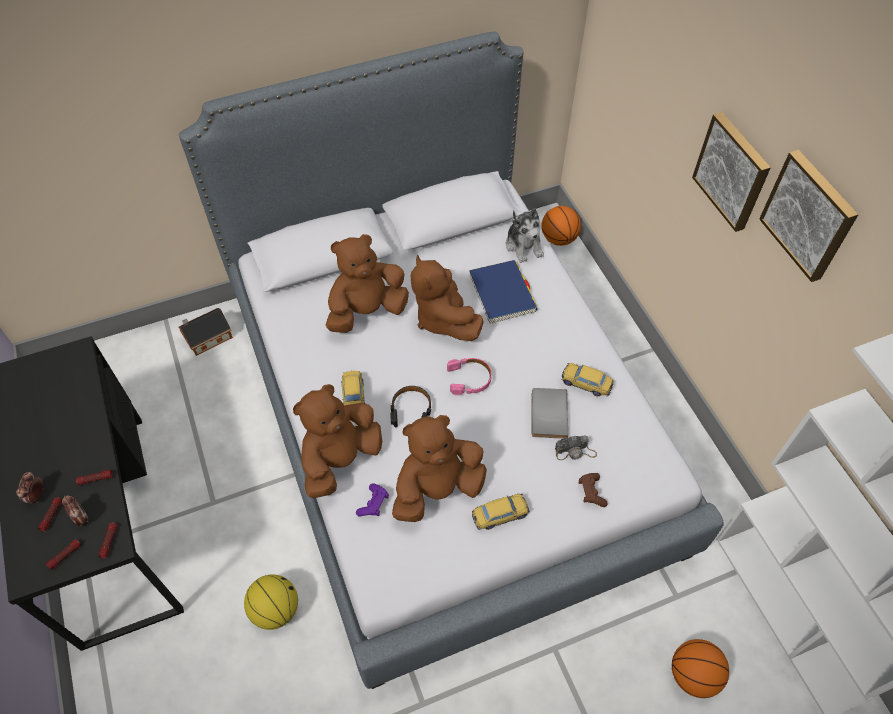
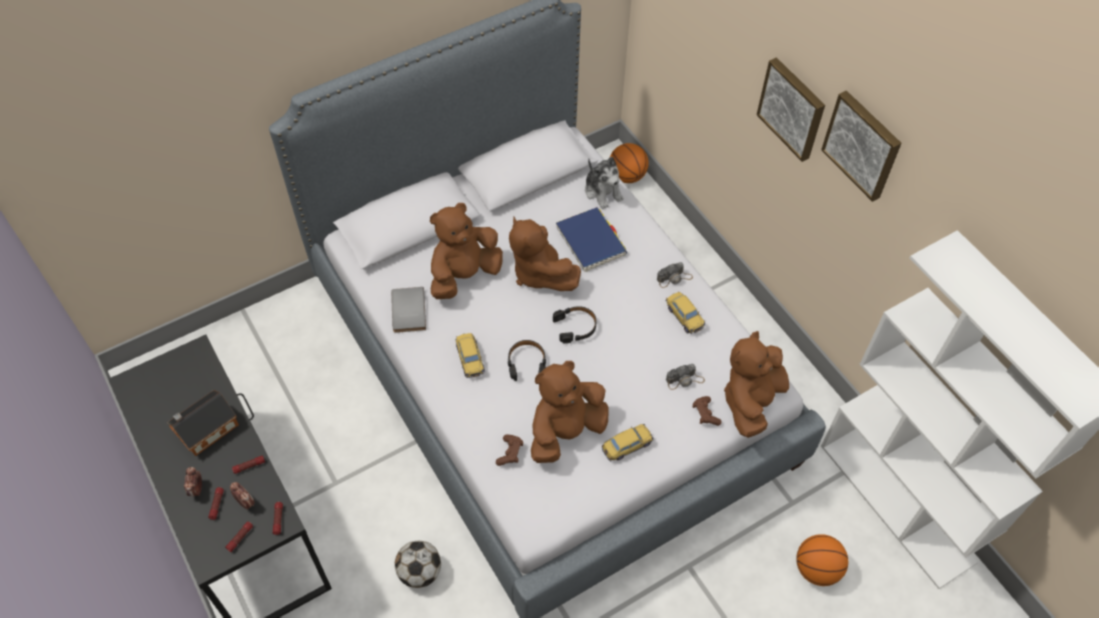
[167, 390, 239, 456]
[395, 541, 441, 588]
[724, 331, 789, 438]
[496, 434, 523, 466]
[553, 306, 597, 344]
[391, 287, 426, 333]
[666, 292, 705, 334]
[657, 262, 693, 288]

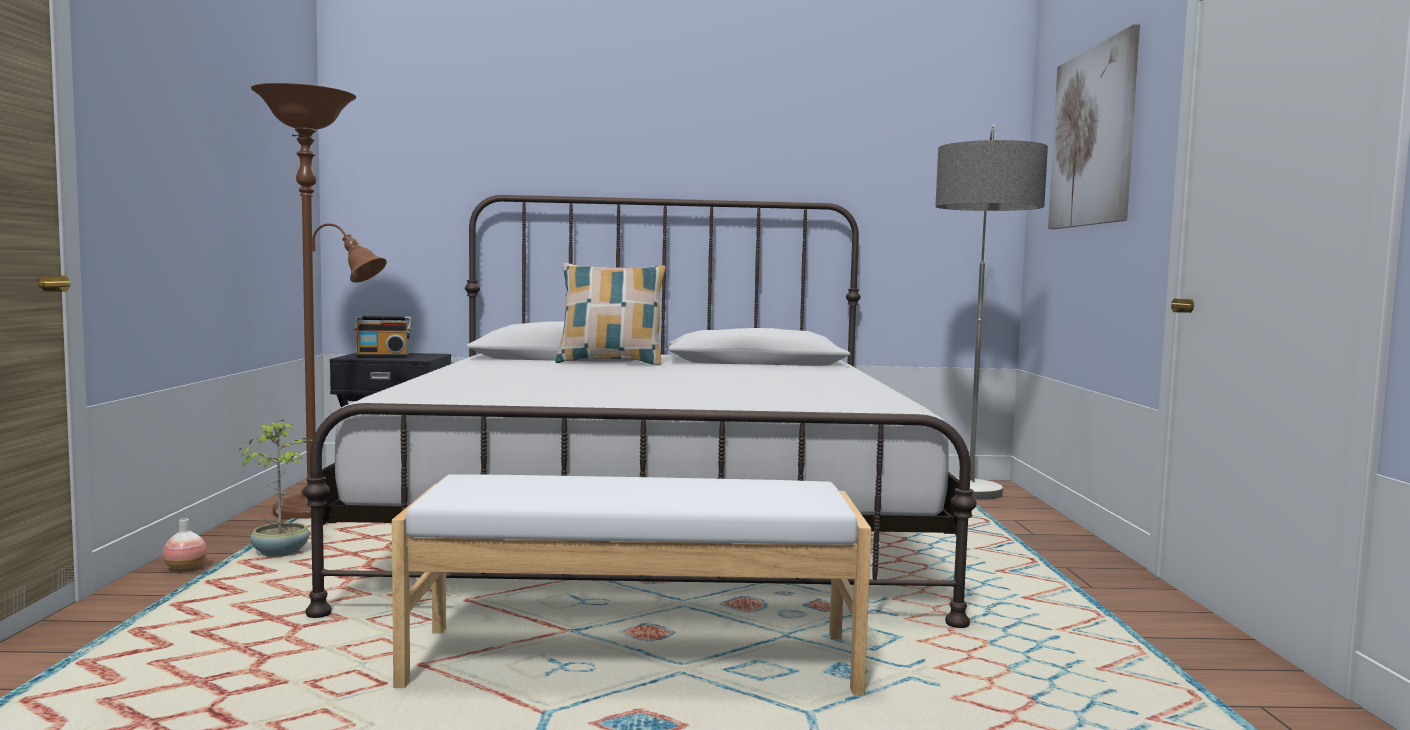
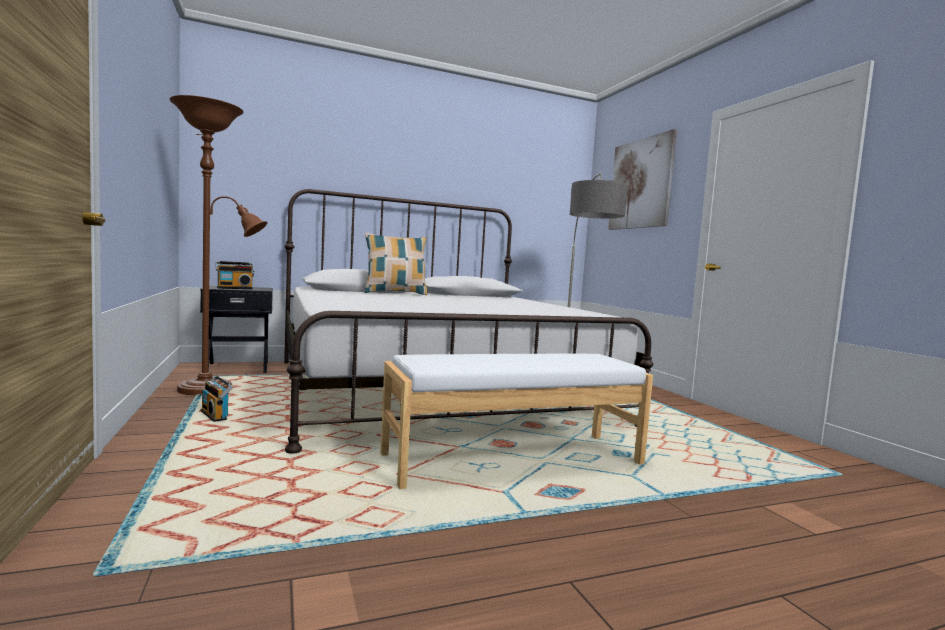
[163, 518, 207, 571] (first image)
[201, 375, 233, 422]

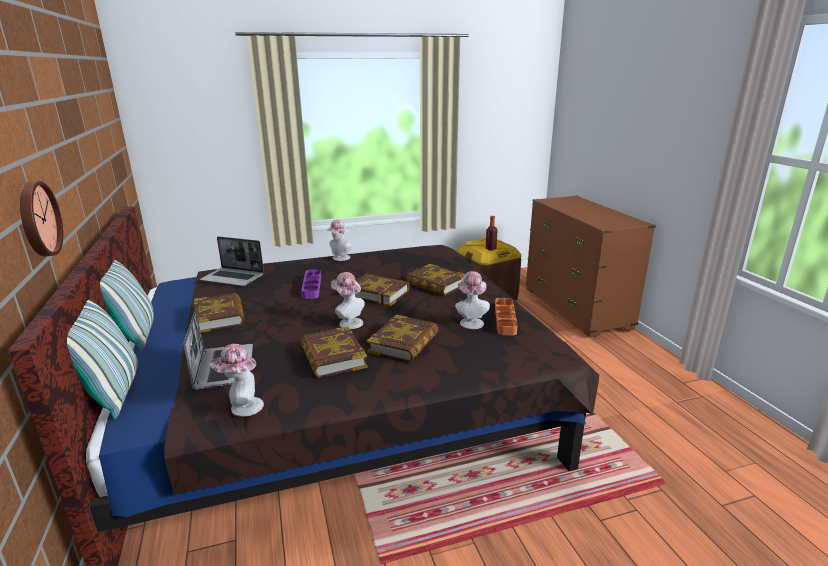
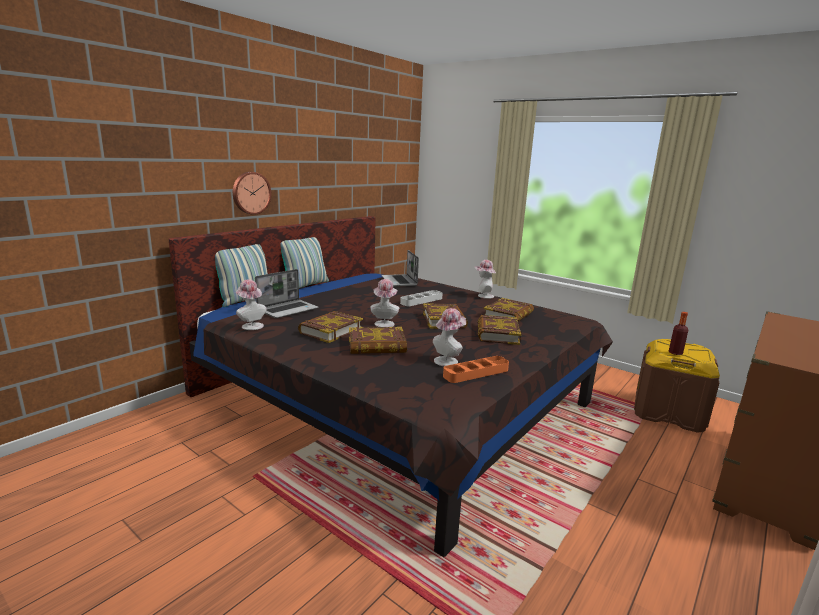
[483, 298, 534, 321]
[400, 290, 443, 306]

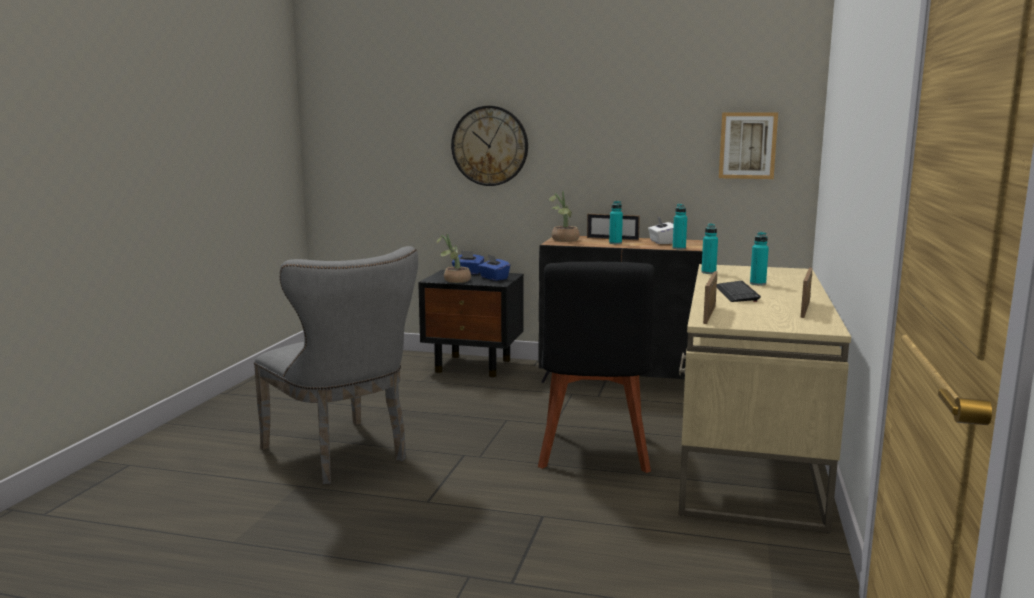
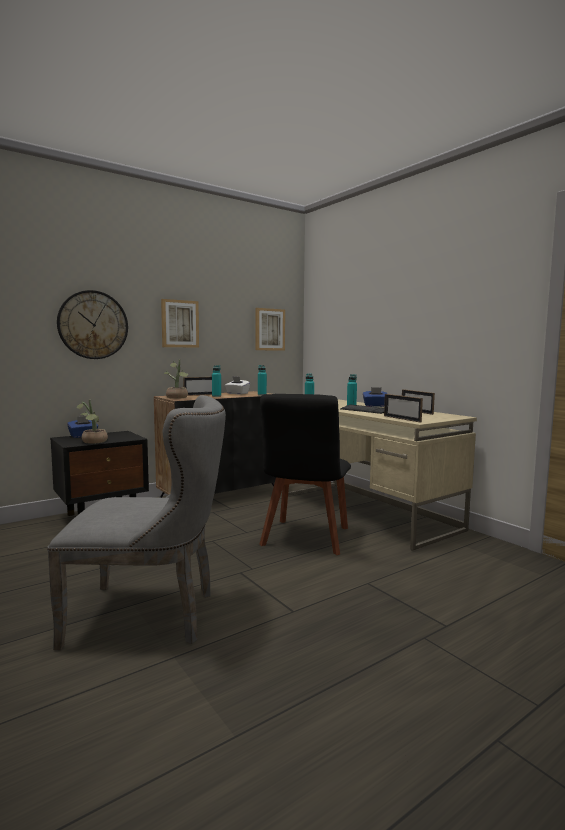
[363, 387, 387, 407]
[259, 394, 351, 555]
[161, 299, 199, 348]

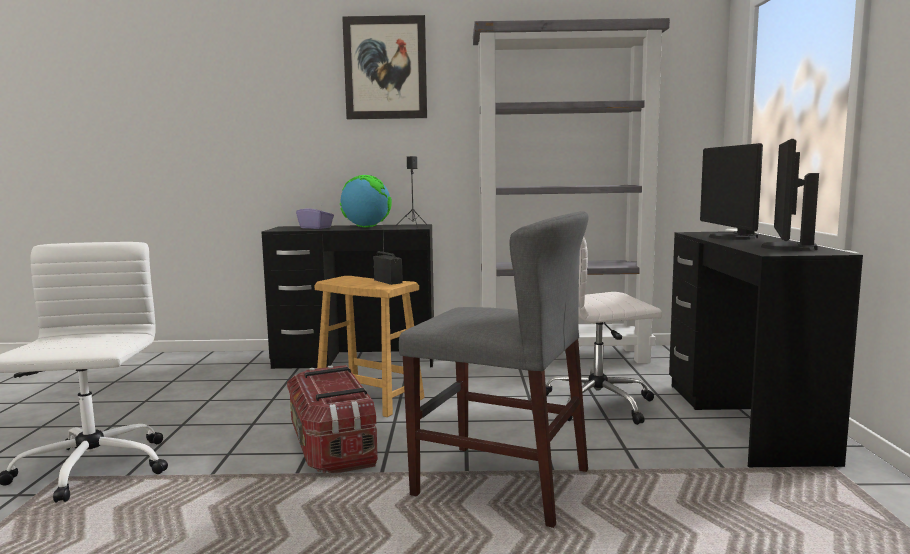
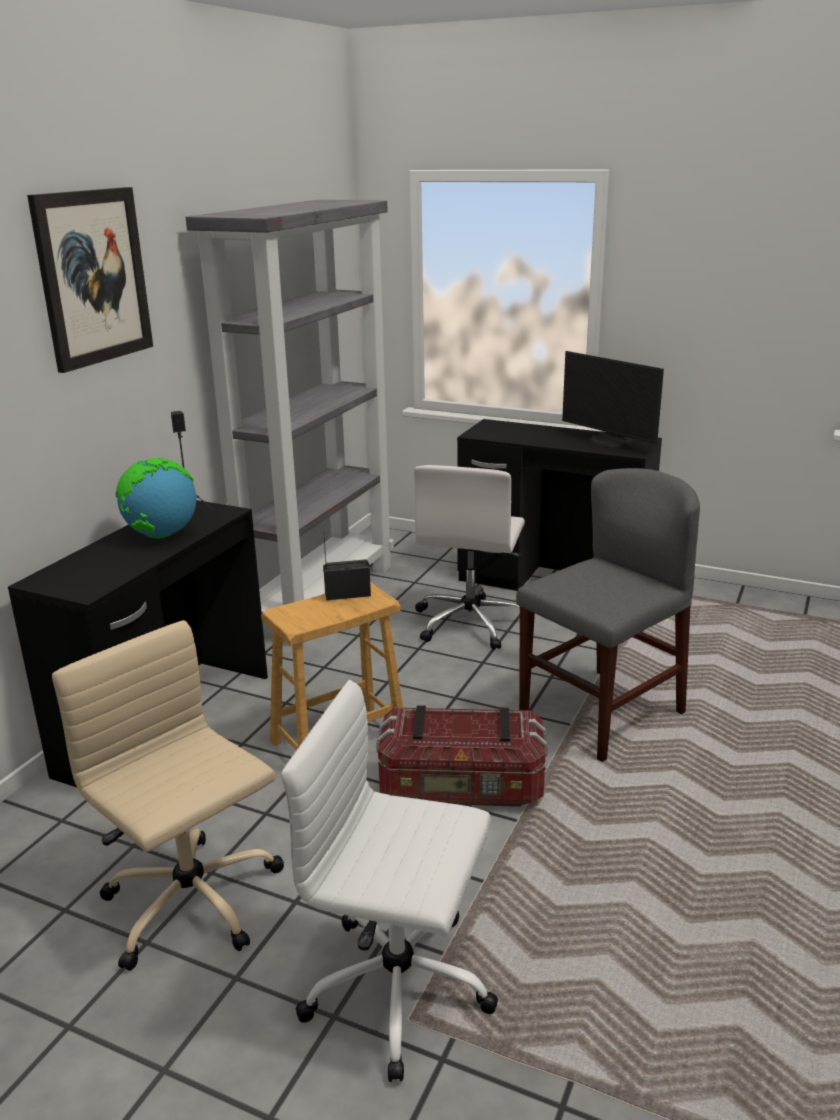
[296, 202, 334, 229] (first image)
[700, 143, 763, 240] (first image)
[52, 620, 284, 971]

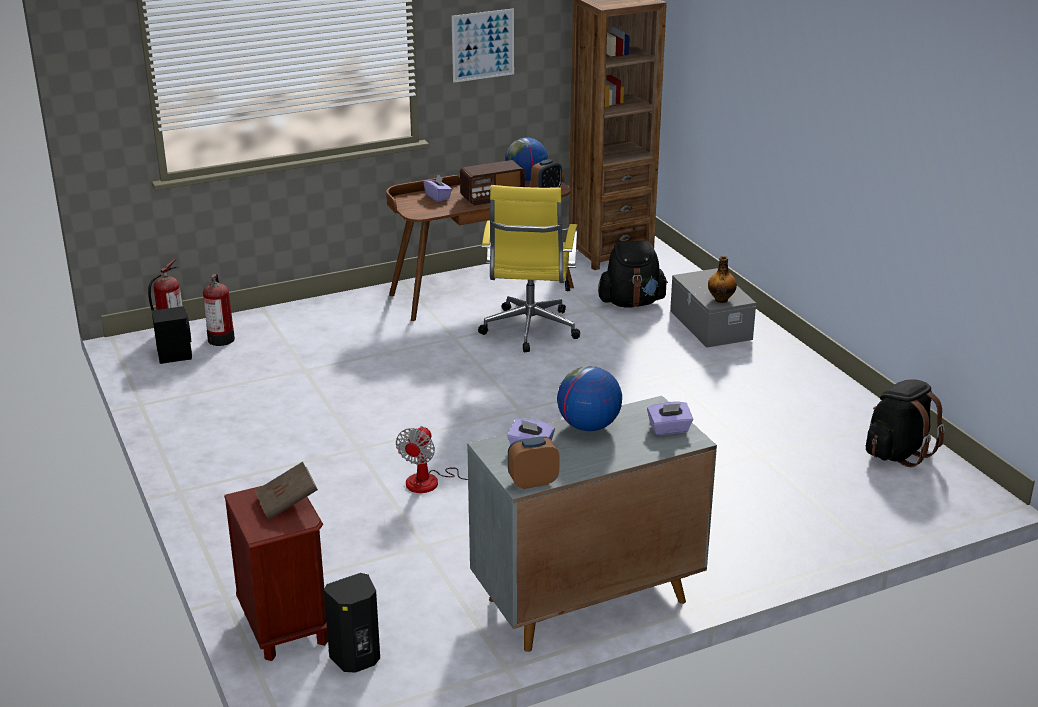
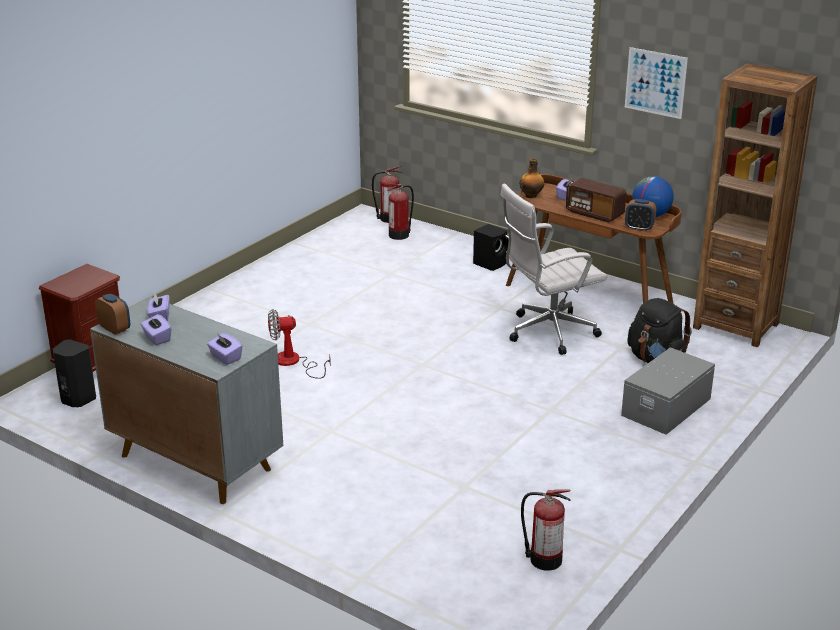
[473, 224, 508, 271]
[255, 462, 318, 520] (first image)
[501, 184, 608, 355]
[557, 366, 622, 431] (first image)
[520, 158, 545, 199]
[521, 490, 571, 571]
[141, 314, 171, 345]

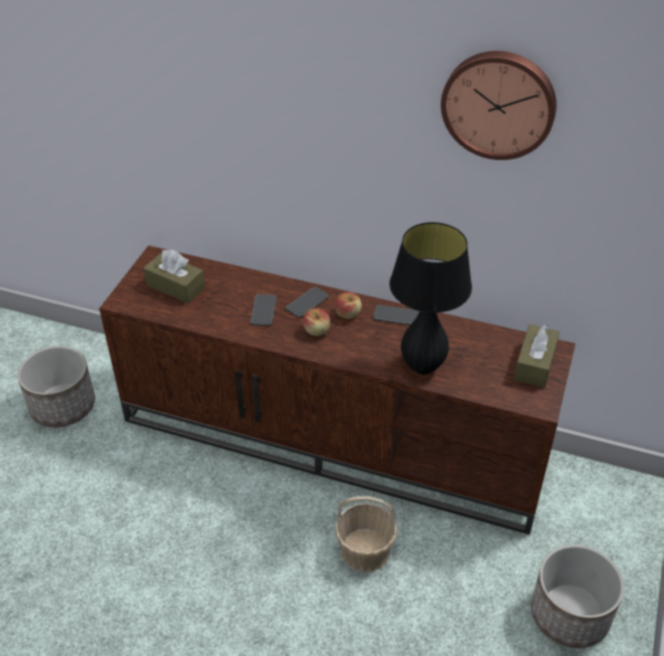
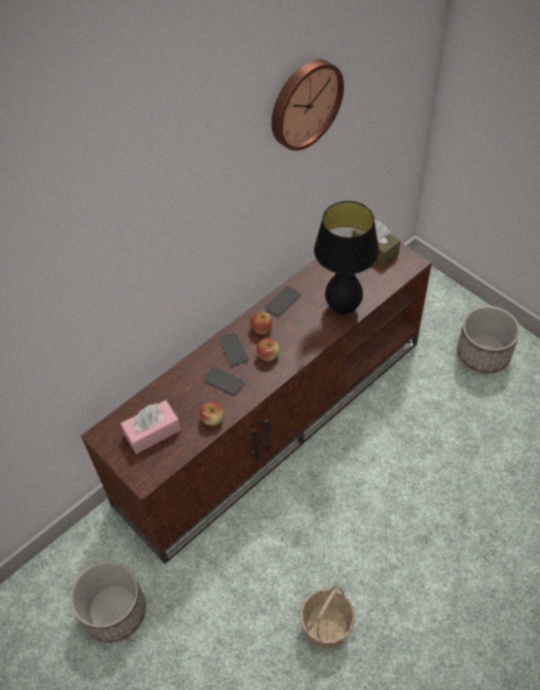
[121, 400, 181, 454]
[300, 585, 355, 649]
[199, 401, 224, 426]

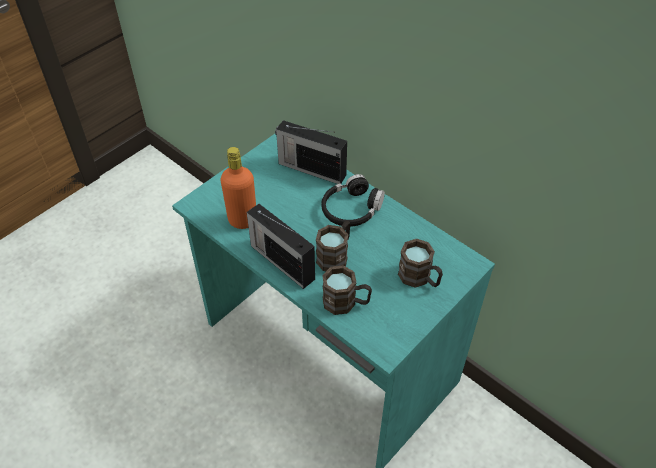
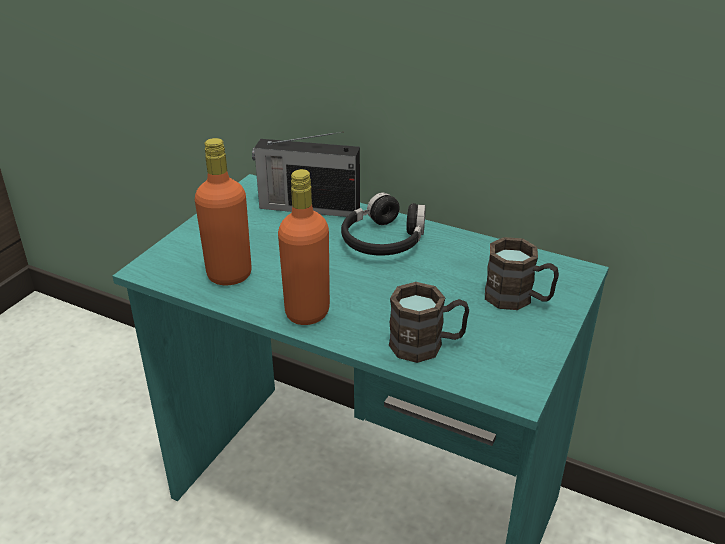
[278, 169, 330, 325]
[316, 221, 350, 271] (first image)

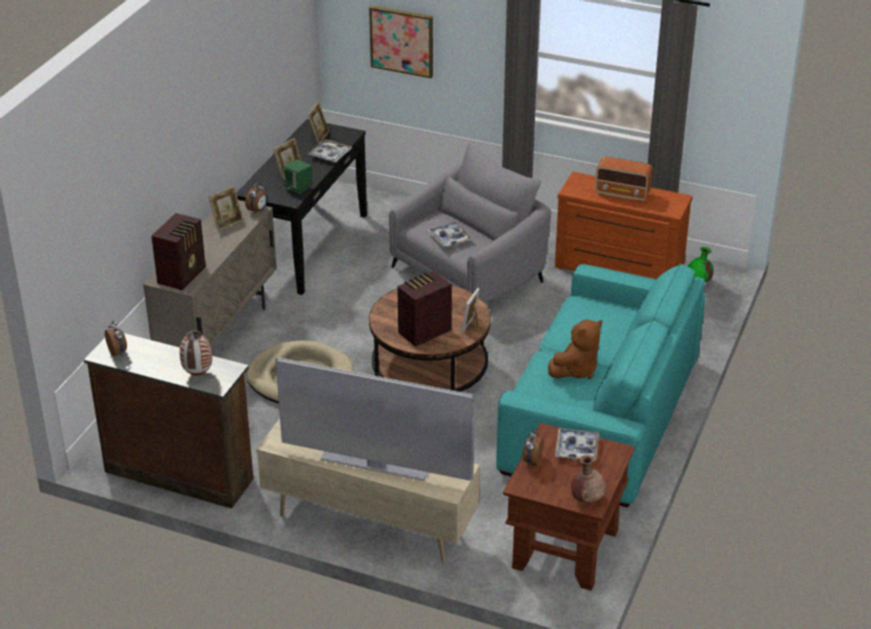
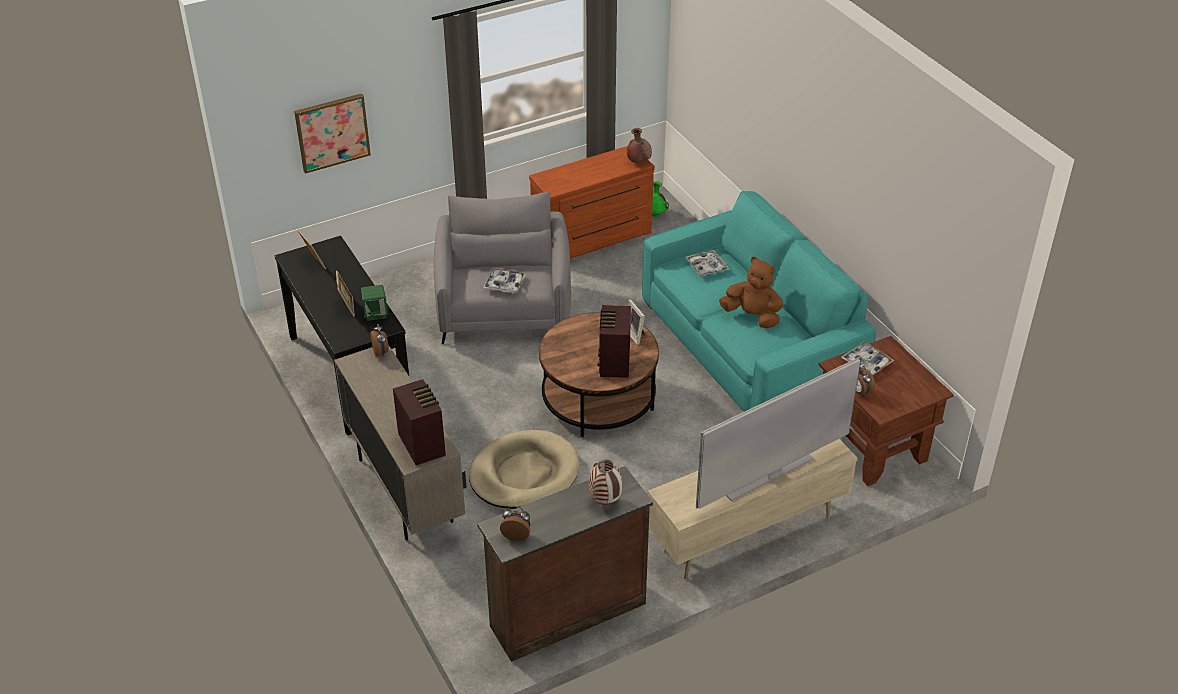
[209, 186, 243, 231] (first image)
[685, 250, 730, 277]
[719, 257, 783, 328]
[627, 128, 652, 163]
[595, 157, 652, 202] (first image)

